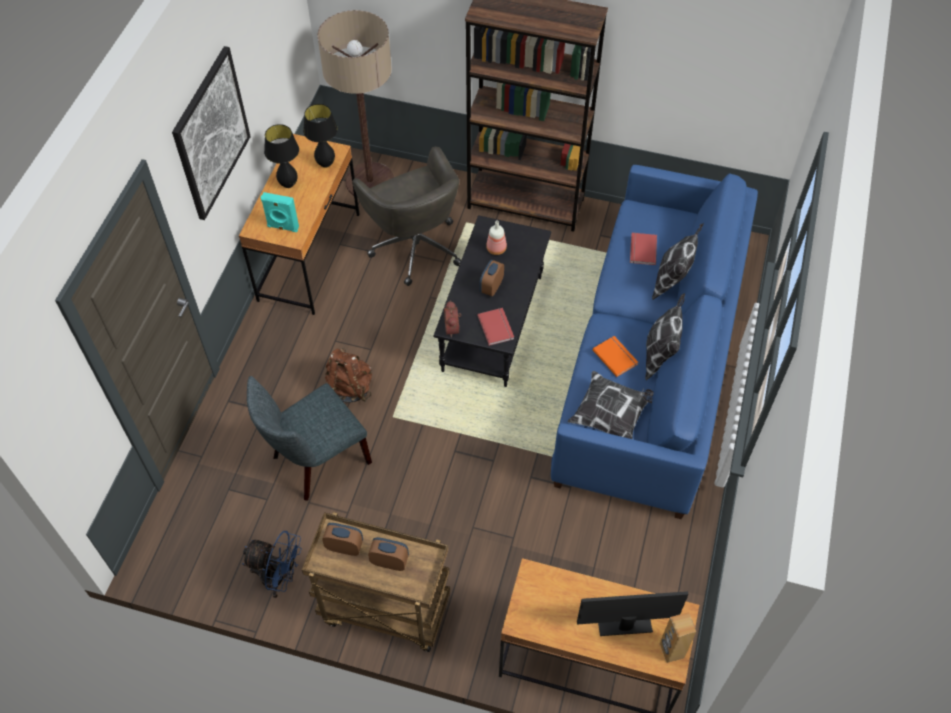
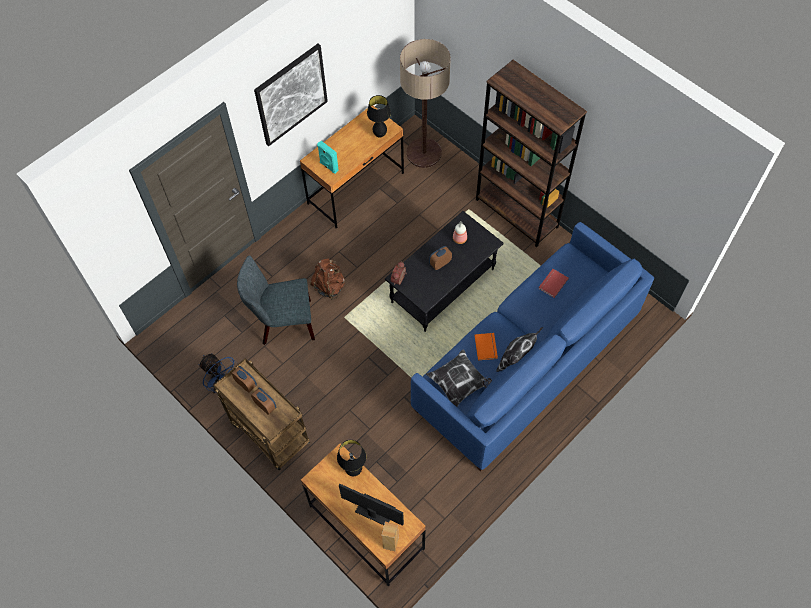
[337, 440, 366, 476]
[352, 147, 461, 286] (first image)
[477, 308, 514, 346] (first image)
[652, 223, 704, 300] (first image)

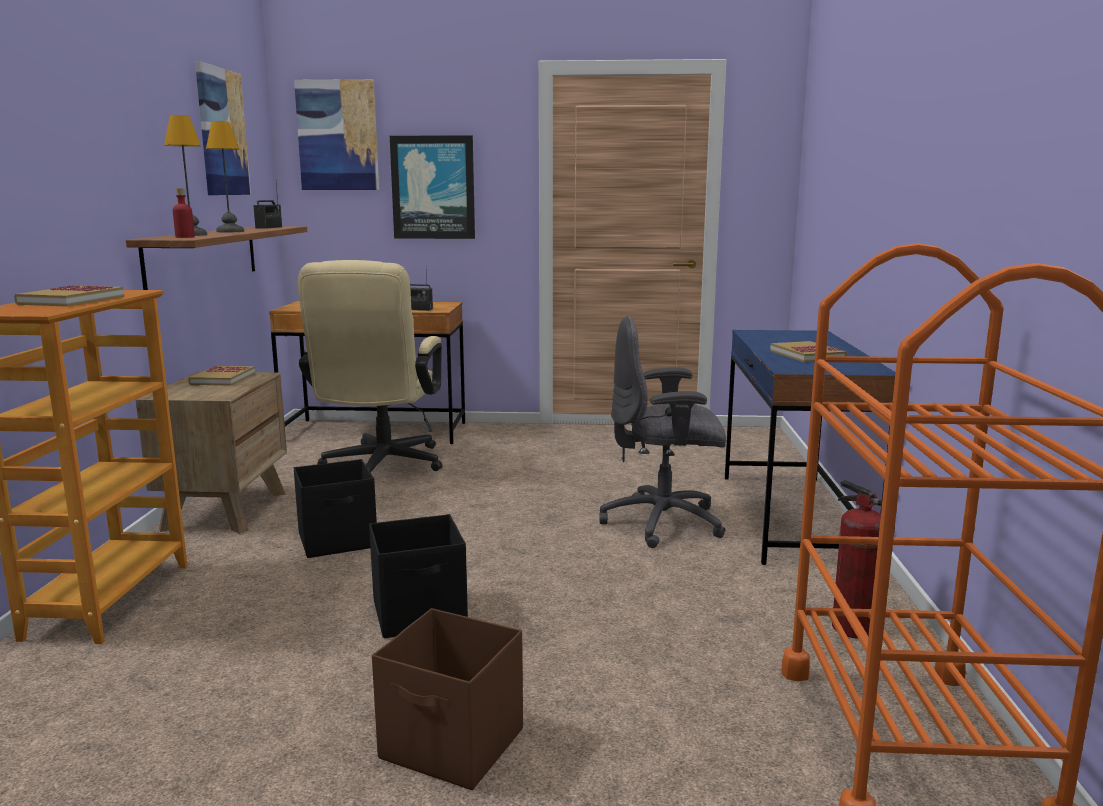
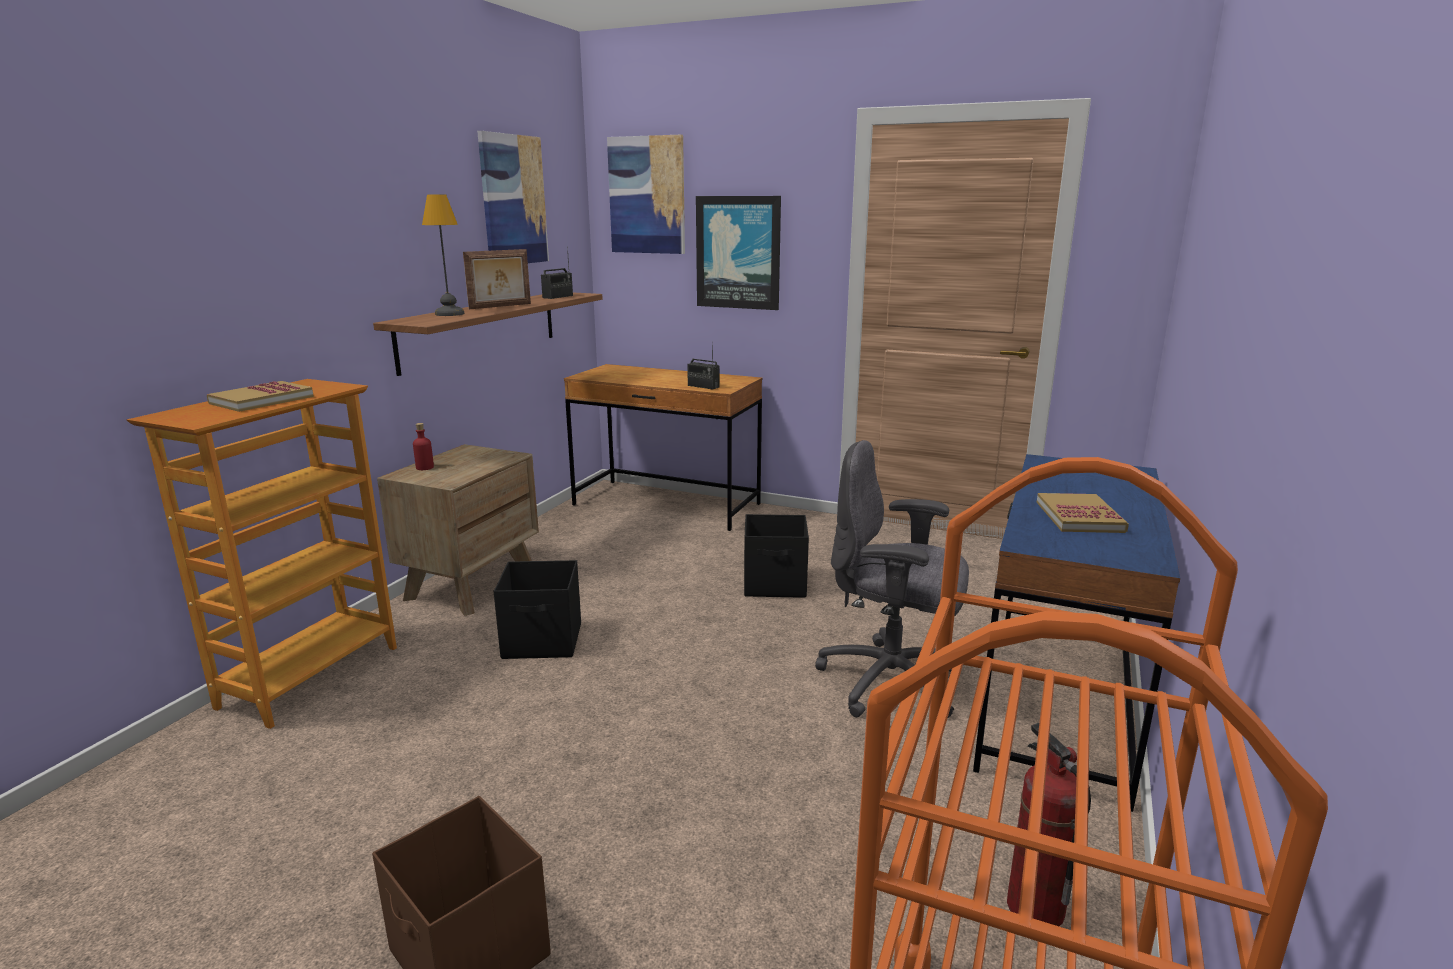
[413, 423, 434, 470]
[188, 366, 255, 386] (first image)
[463, 249, 531, 309]
[298, 260, 443, 473] (first image)
[744, 514, 809, 598]

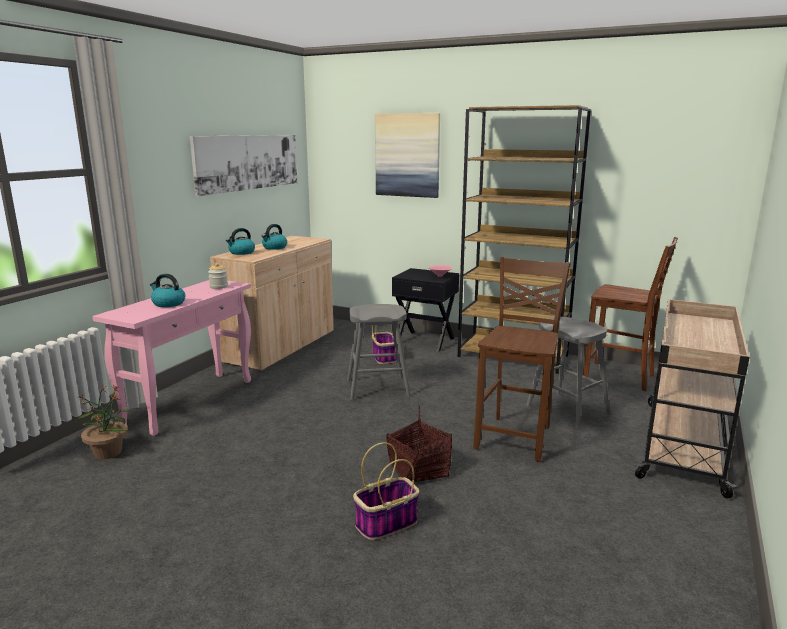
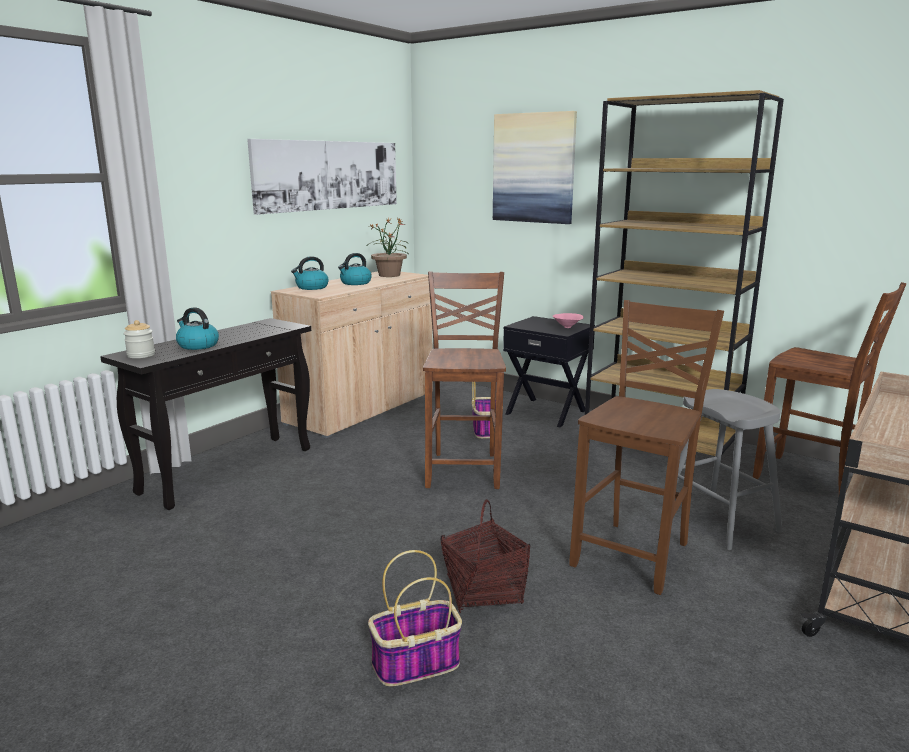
[368, 218, 409, 277]
[100, 318, 311, 510]
[123, 320, 155, 358]
[423, 271, 506, 489]

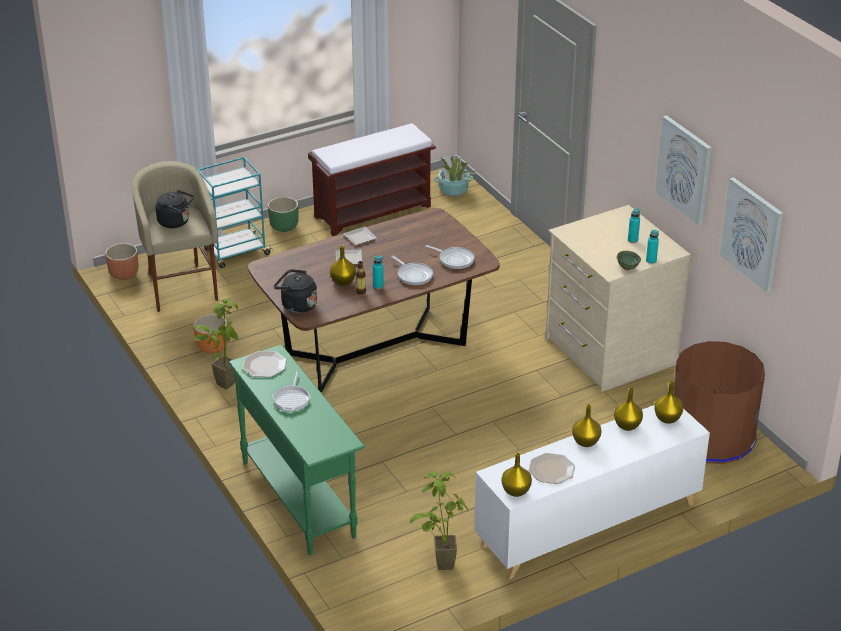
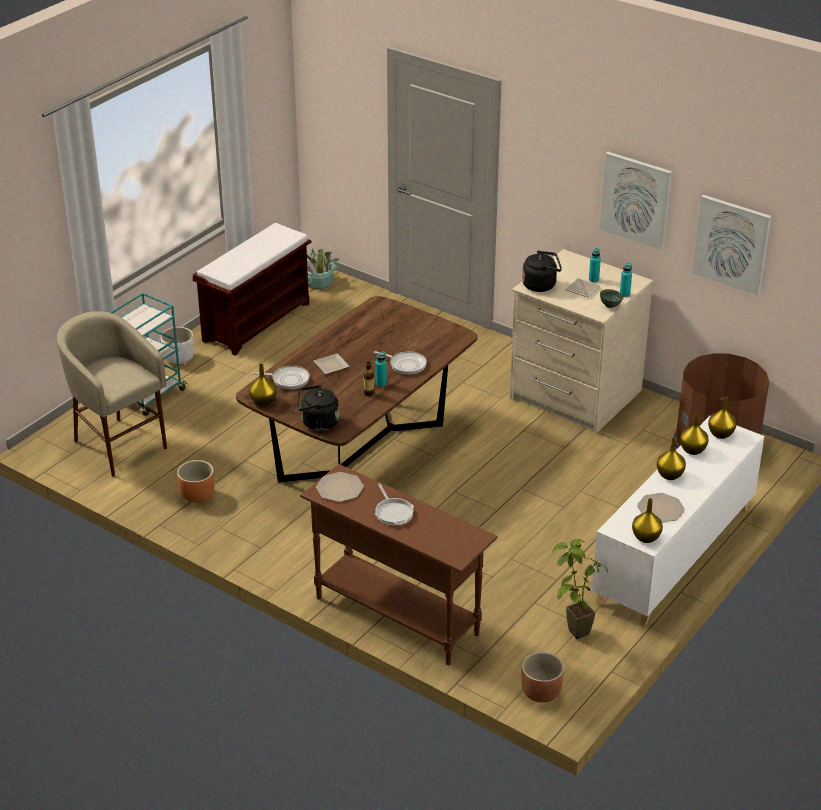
[521, 652, 564, 703]
[522, 251, 562, 292]
[192, 298, 238, 389] (first image)
[300, 464, 498, 665]
[161, 327, 194, 364]
[249, 364, 277, 406]
[565, 278, 600, 297]
[253, 366, 310, 390]

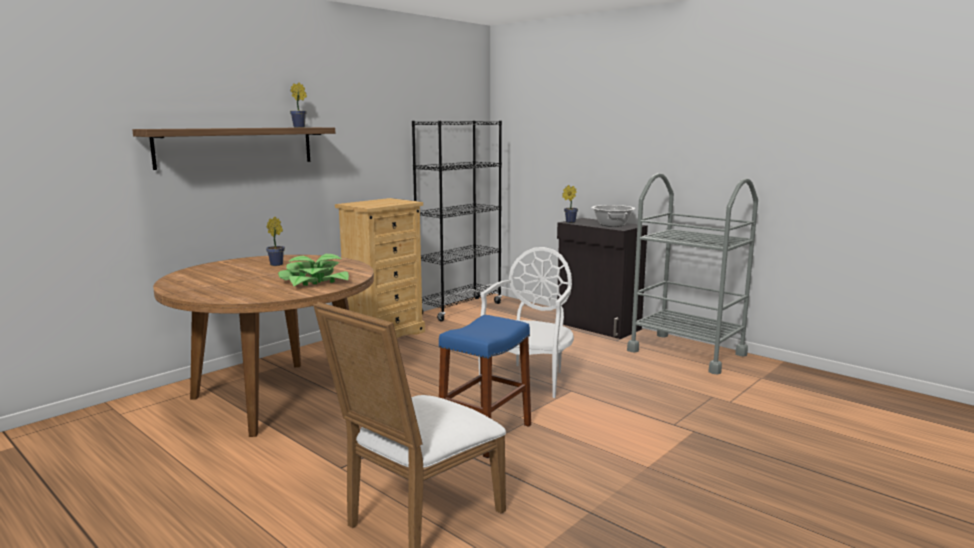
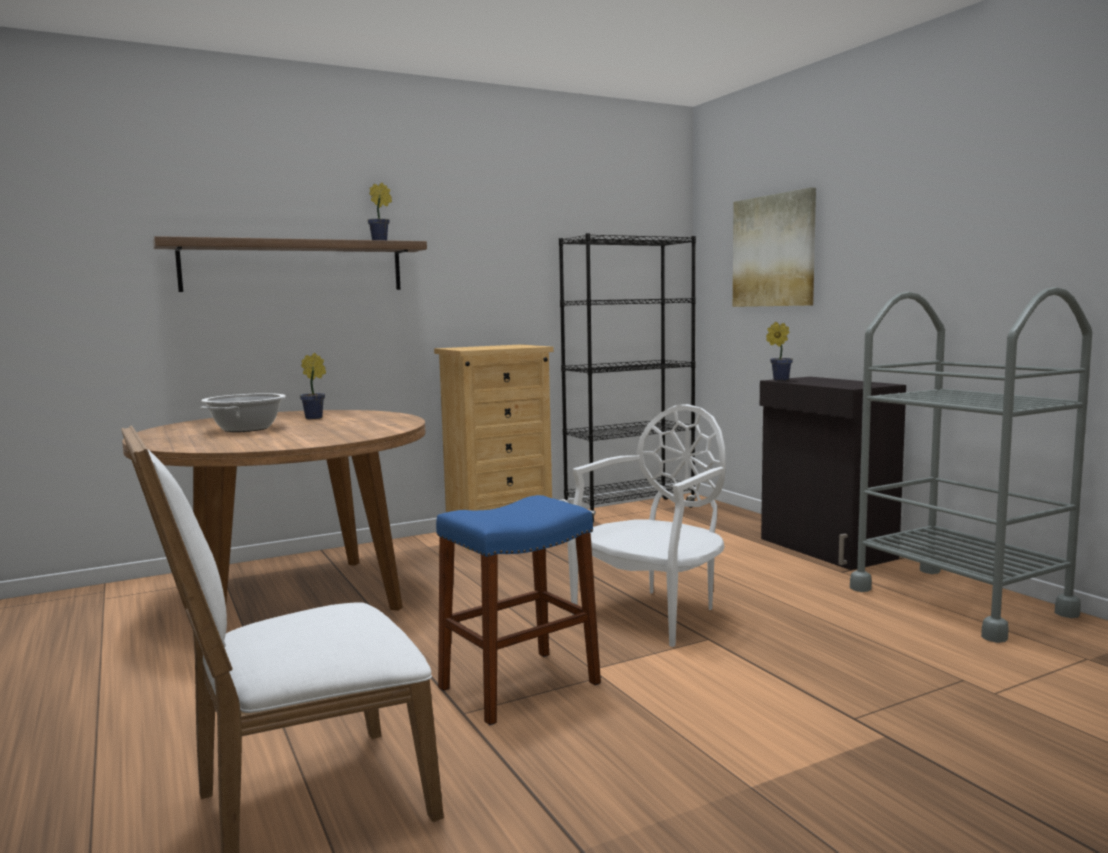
[278, 254, 349, 286] (first image)
[200, 393, 286, 432]
[733, 187, 816, 307]

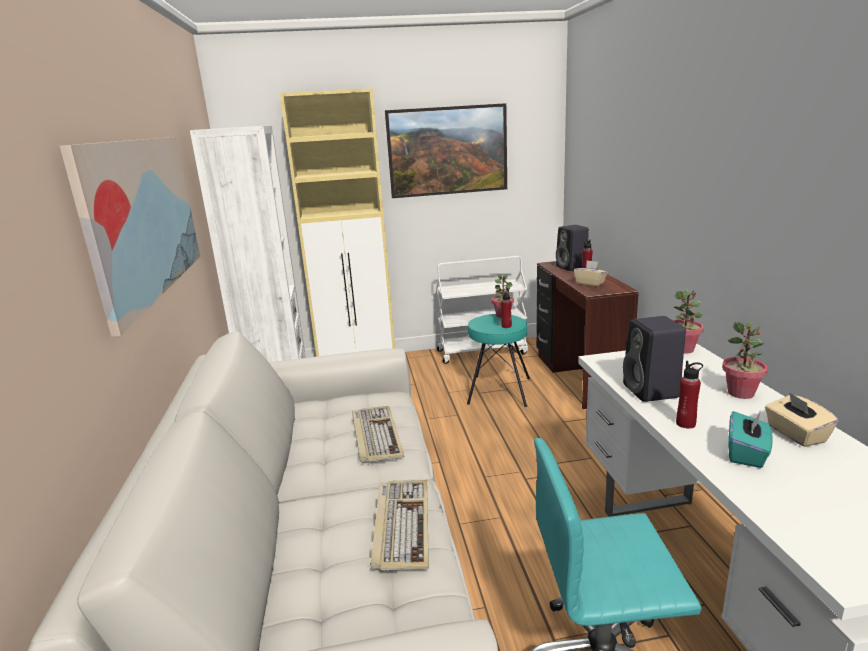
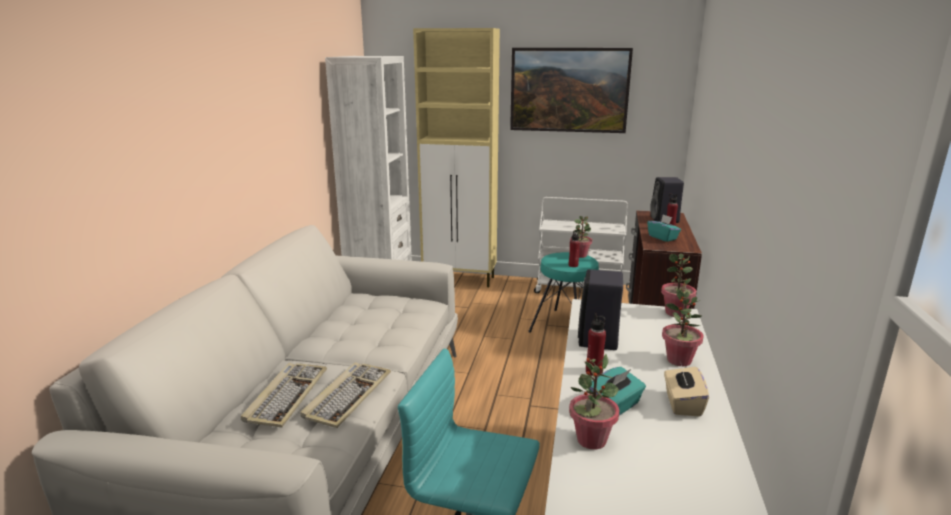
[60, 137, 200, 337] (first image)
[241, 363, 327, 428]
[647, 214, 681, 242]
[569, 354, 620, 450]

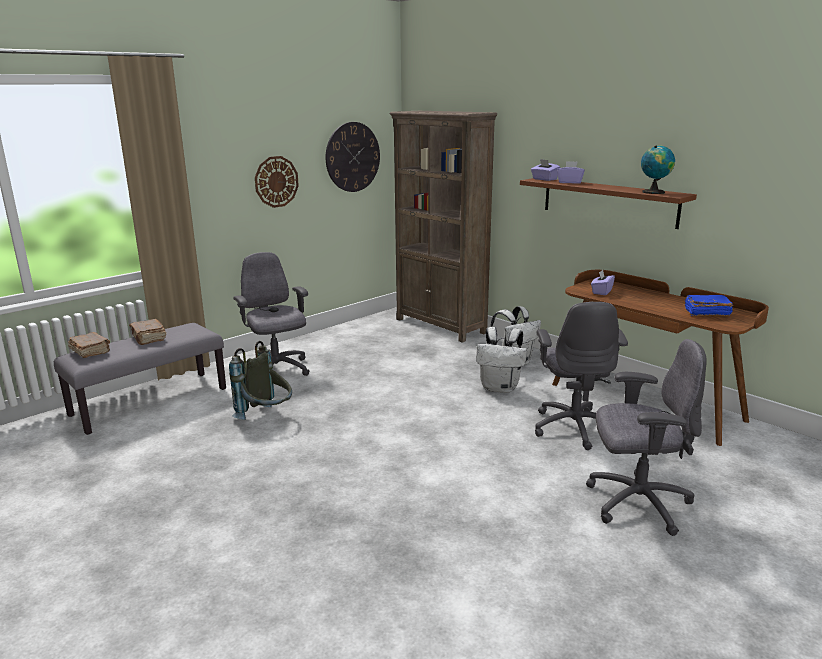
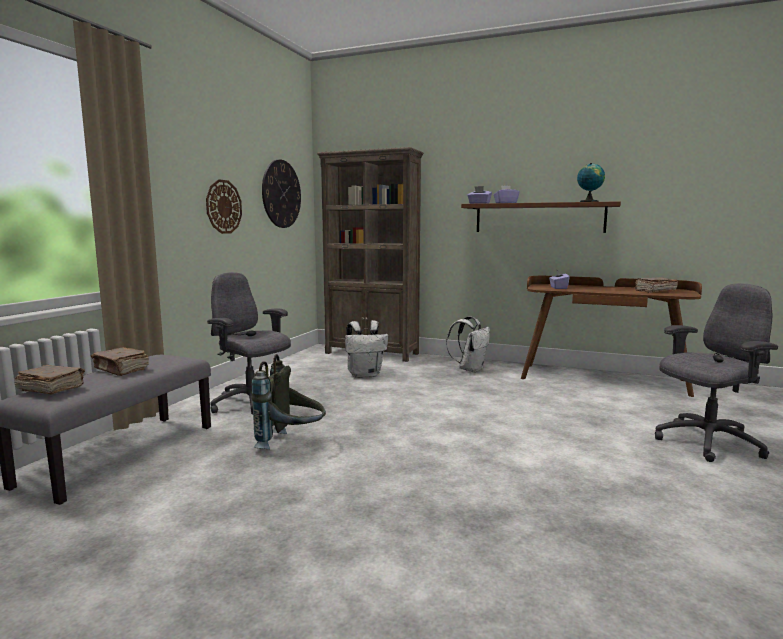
[345, 320, 388, 378]
[535, 302, 628, 450] (first image)
[635, 277, 678, 293]

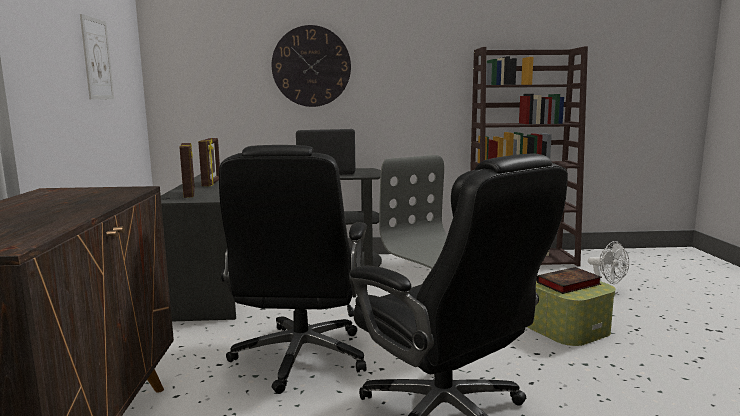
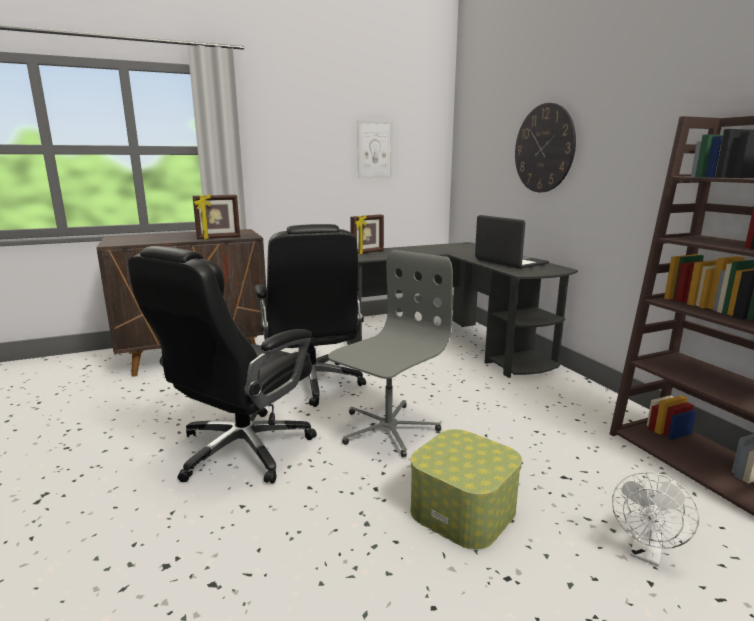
[192, 194, 240, 239]
[254, 224, 366, 407]
[536, 267, 602, 294] (first image)

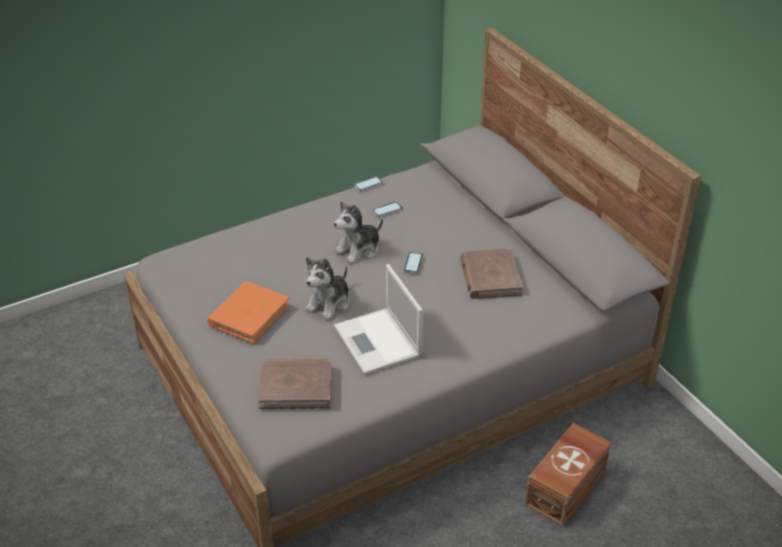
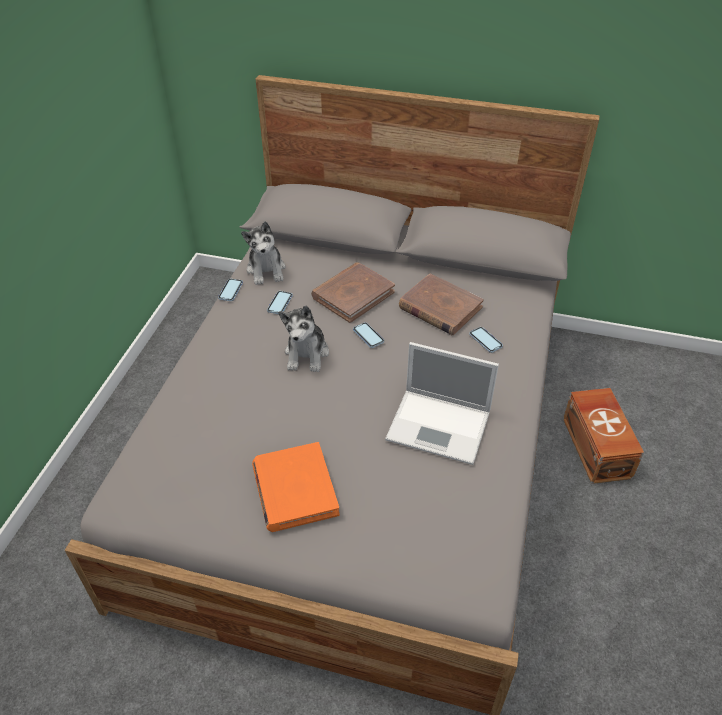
[311, 262, 395, 323]
[241, 221, 286, 285]
[469, 327, 503, 353]

